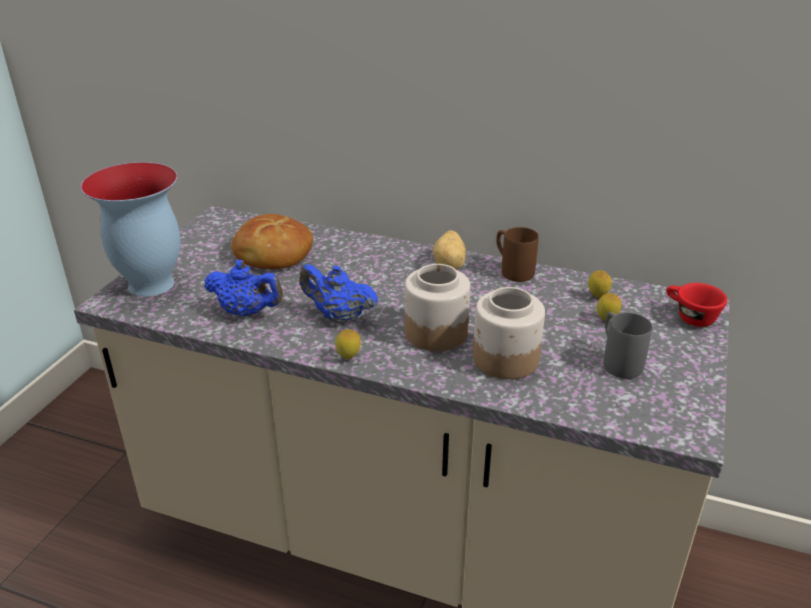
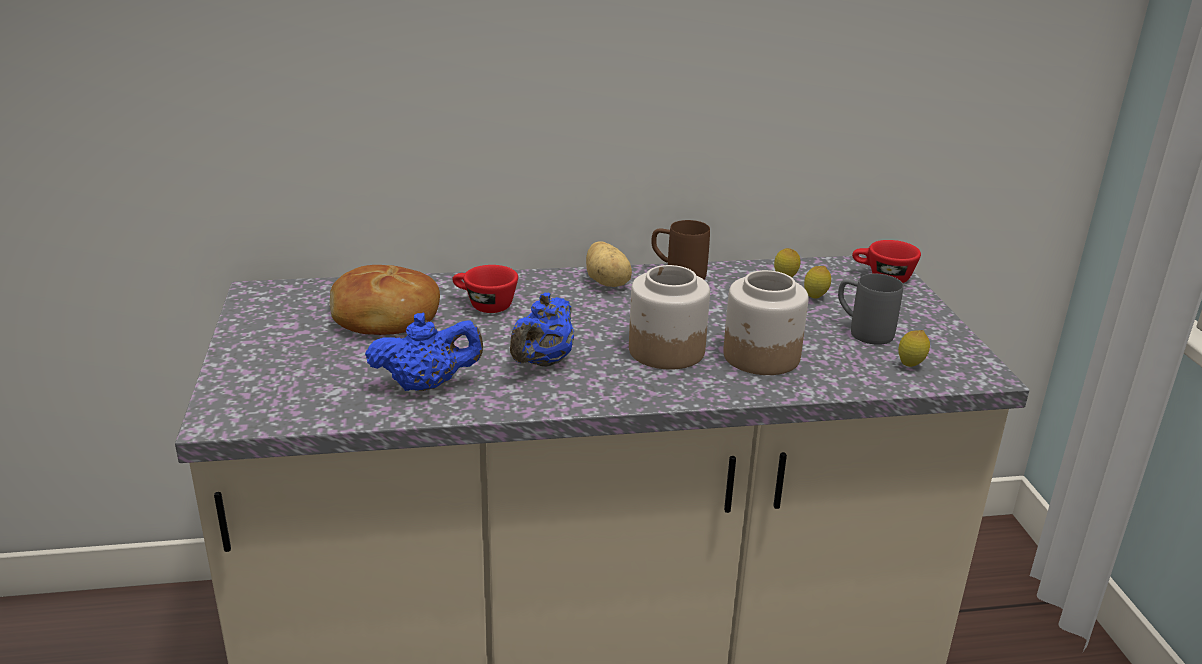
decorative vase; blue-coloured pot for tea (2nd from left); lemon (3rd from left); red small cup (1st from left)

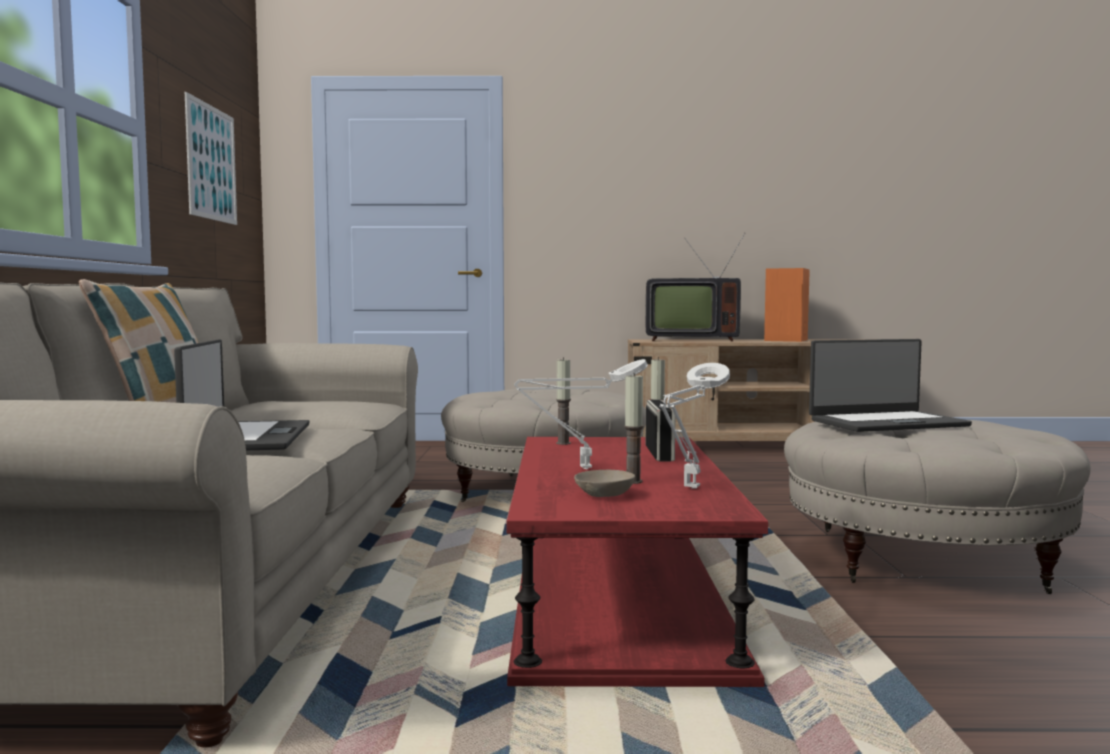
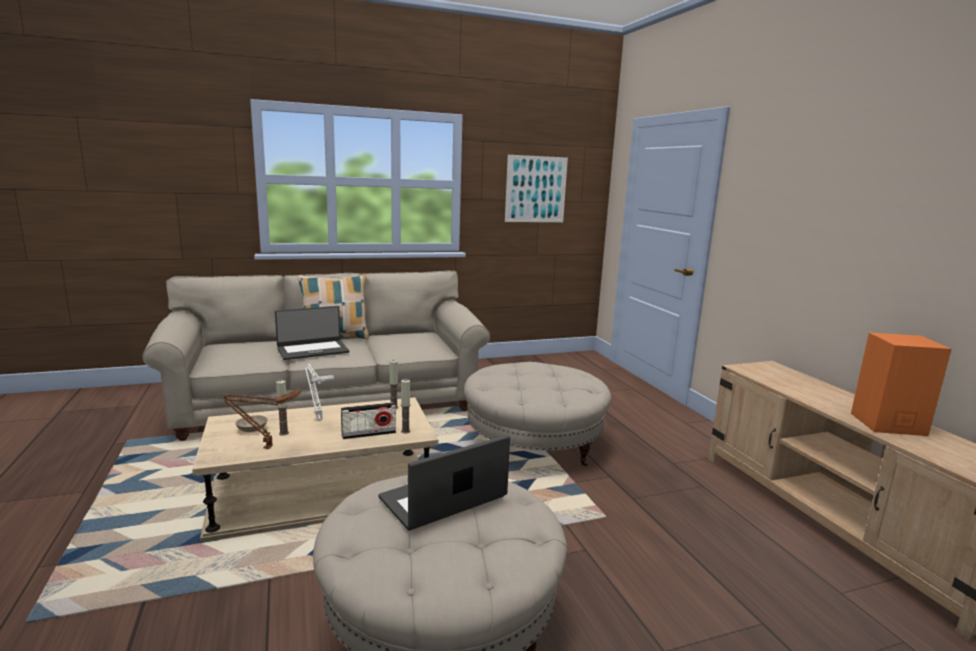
TV set; portable computer (2nd from left); brownish table lamp; beige-coloured lounge table

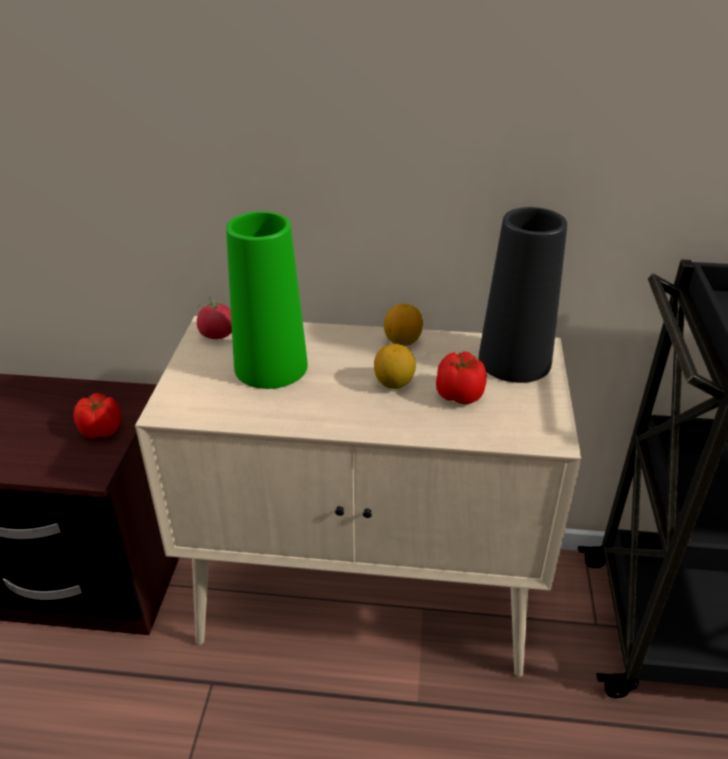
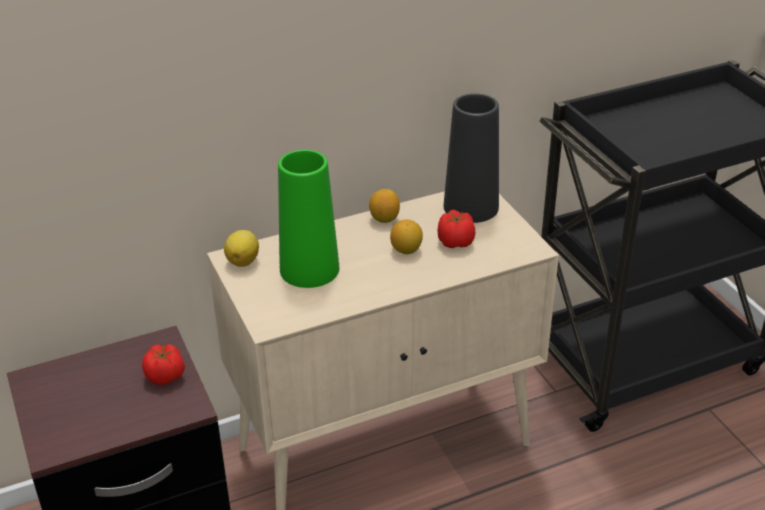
lemon (1st from left)

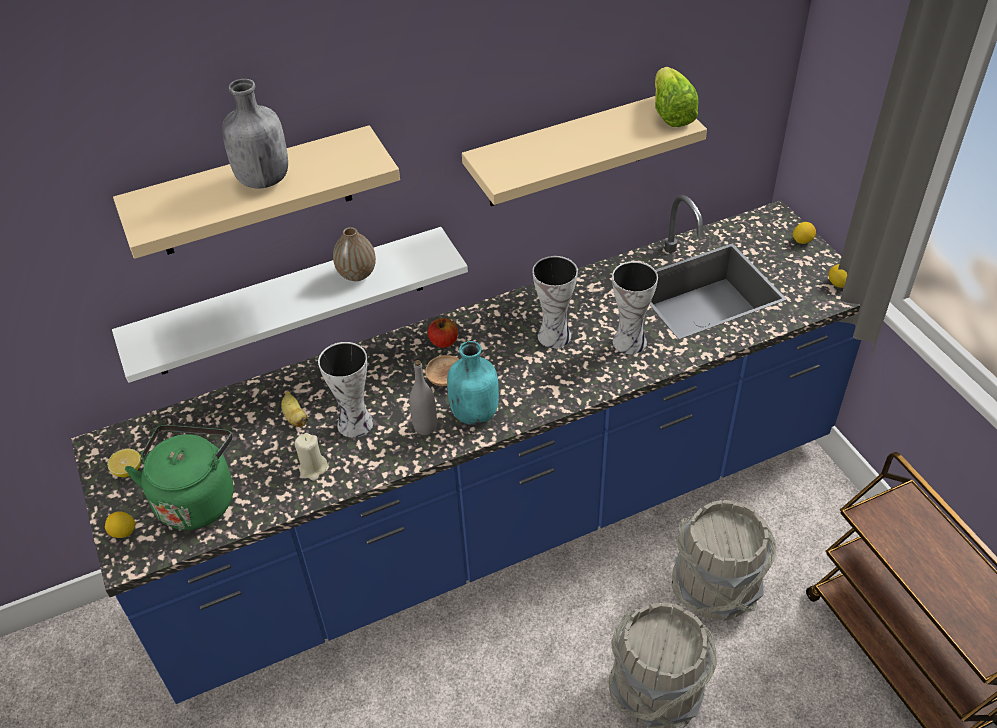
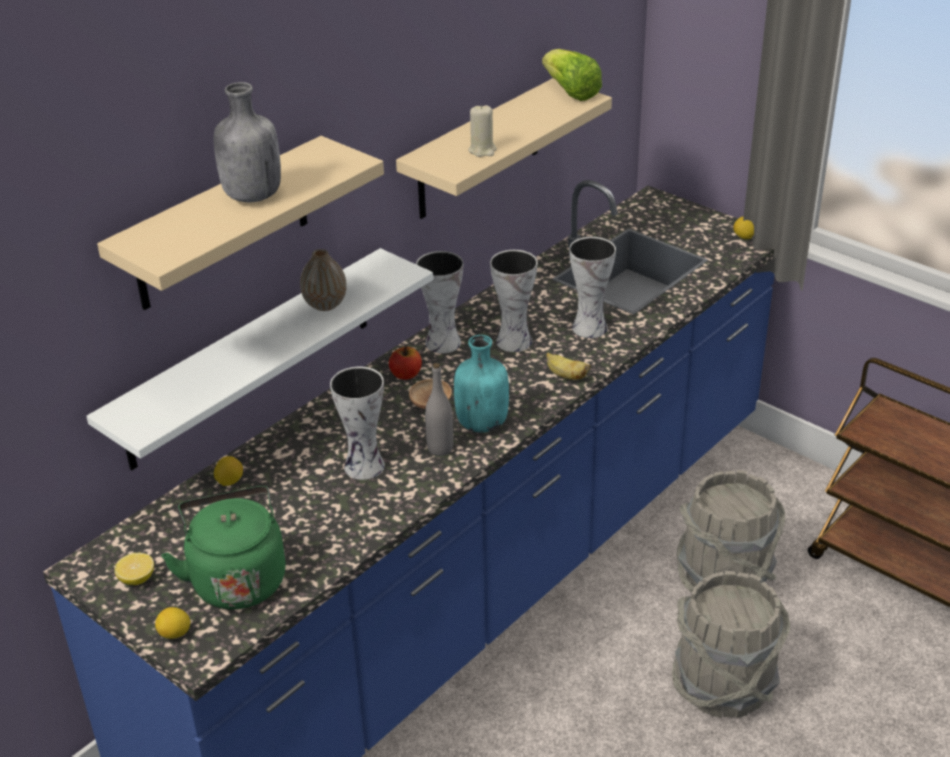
lemon (3rd from left); whole banana; beige-coloured candle; decorative vase (3rd from left)

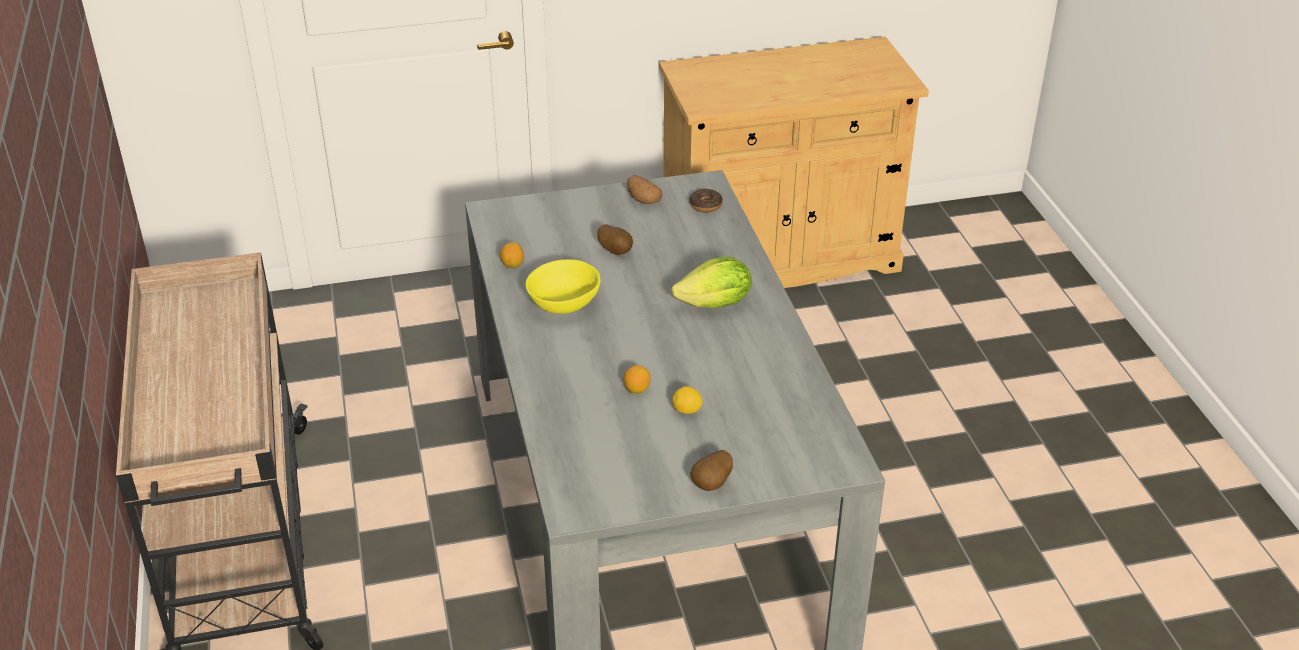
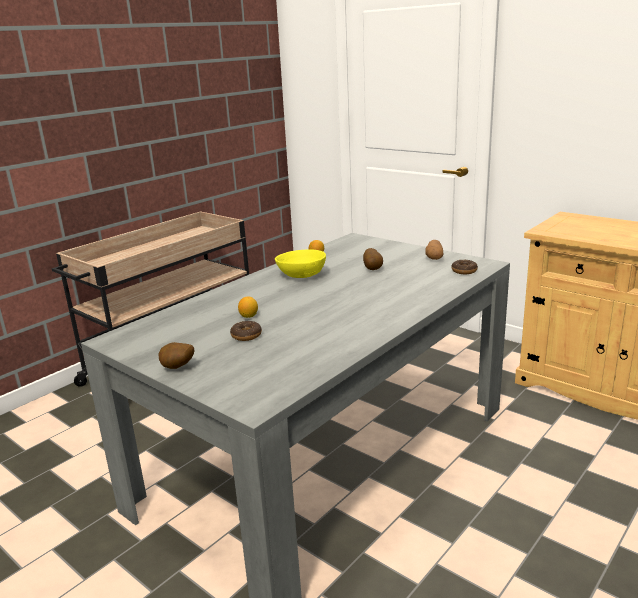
lettuce; doughnut (1st from left)

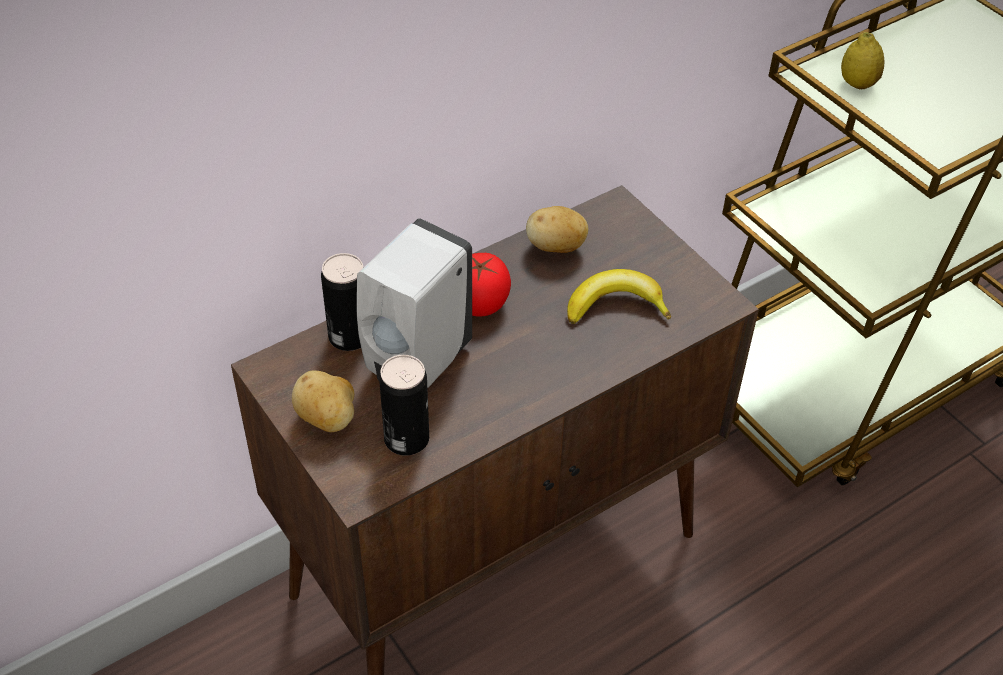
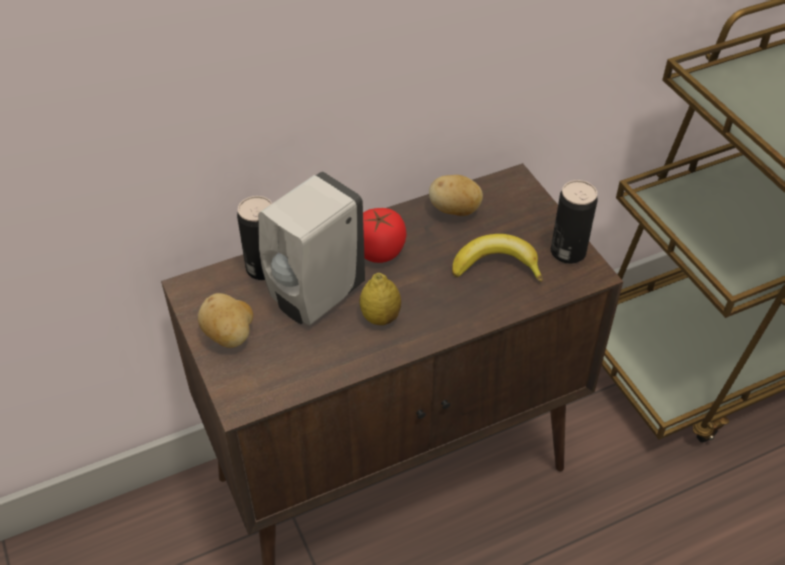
lemon; metal can (2nd from left)

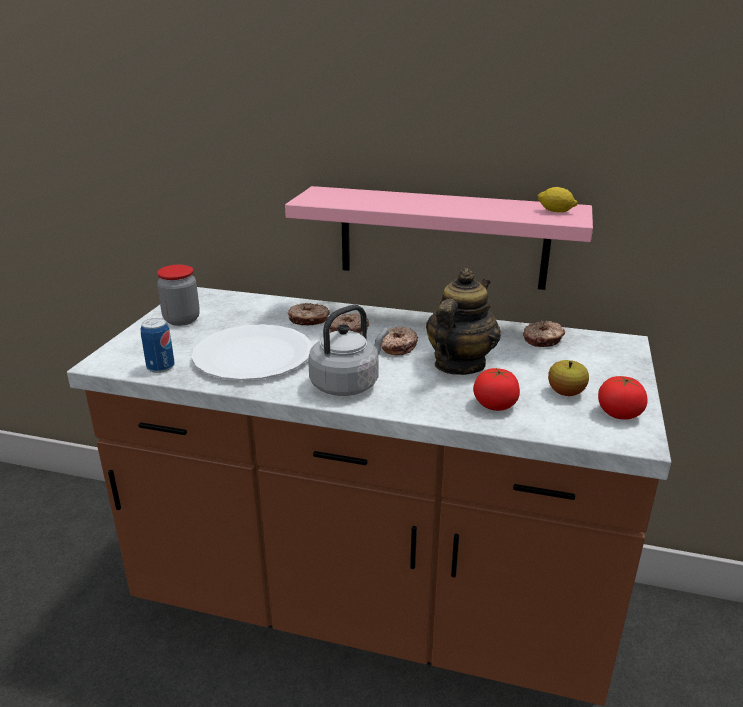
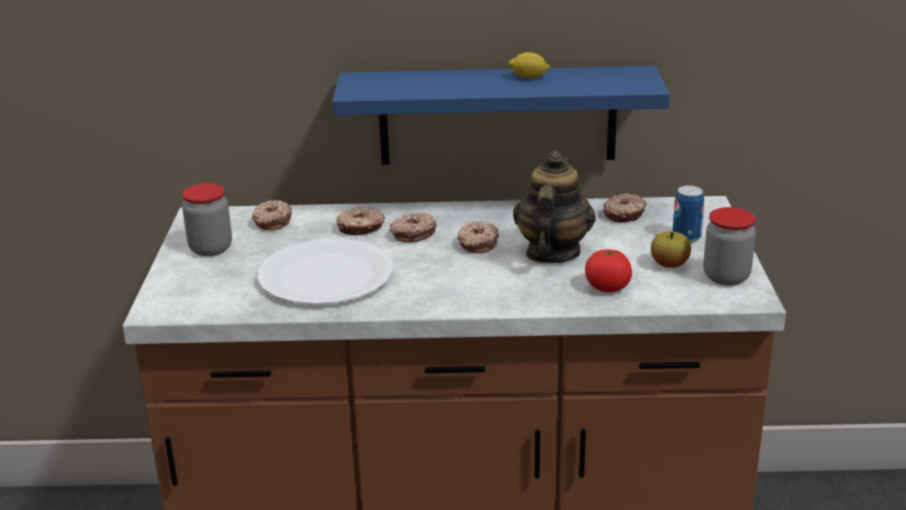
blue-coloured shelf; lemon; grey kettle; metal can; preserve jar (2nd from left); doughnut (1st from left)

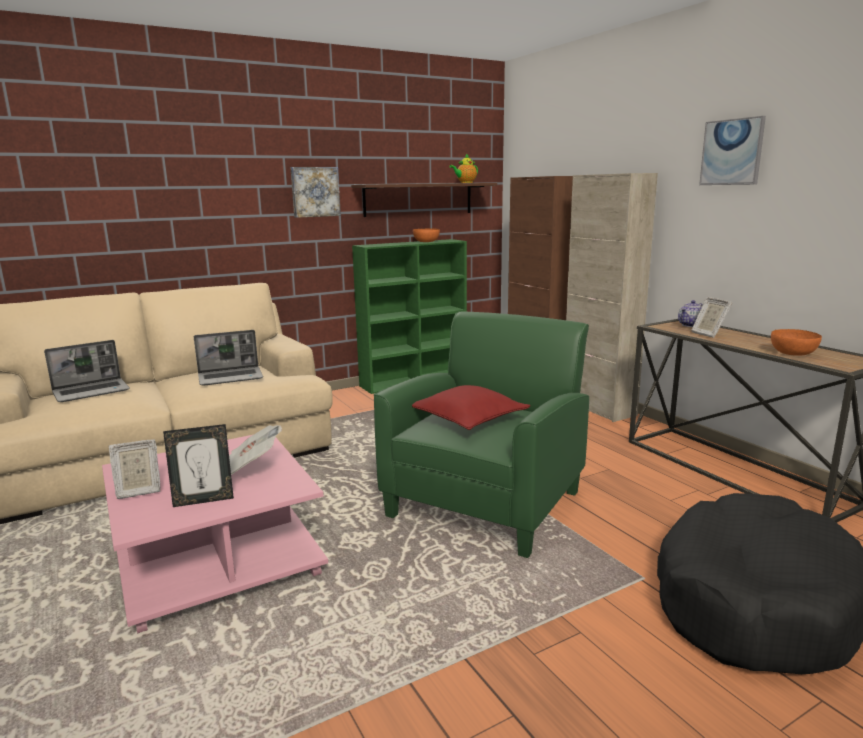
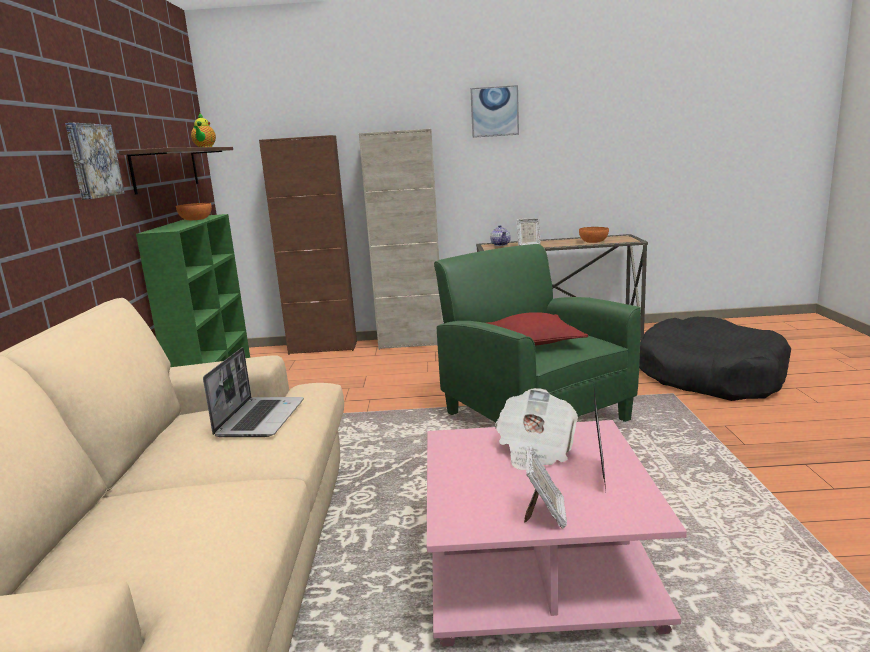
portable computer (1st from left in the first image)

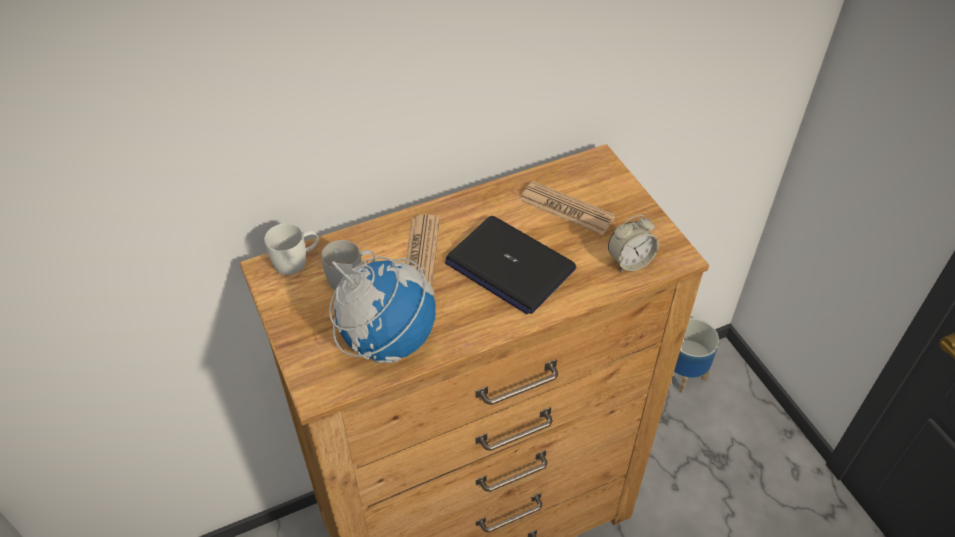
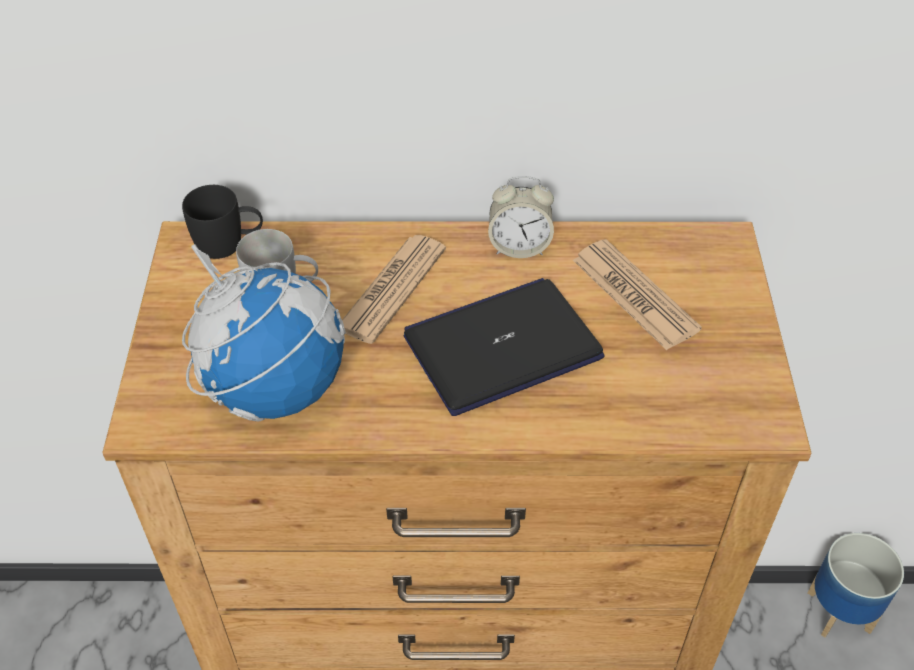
alarm clock; portable computer; black-coloured coffee mug

